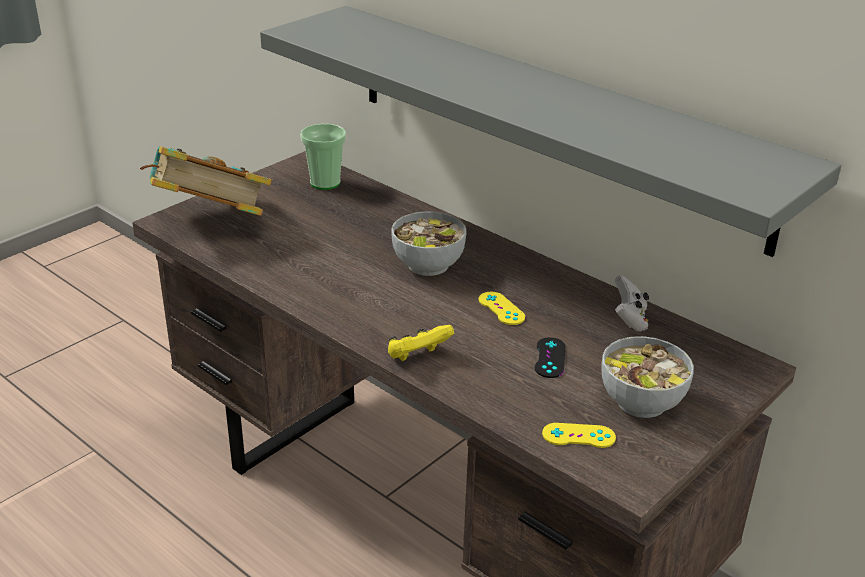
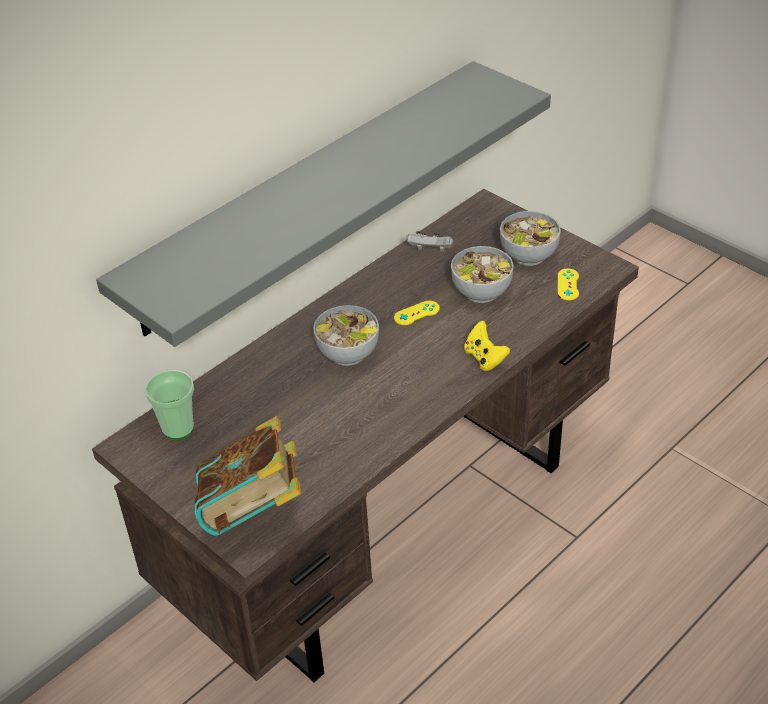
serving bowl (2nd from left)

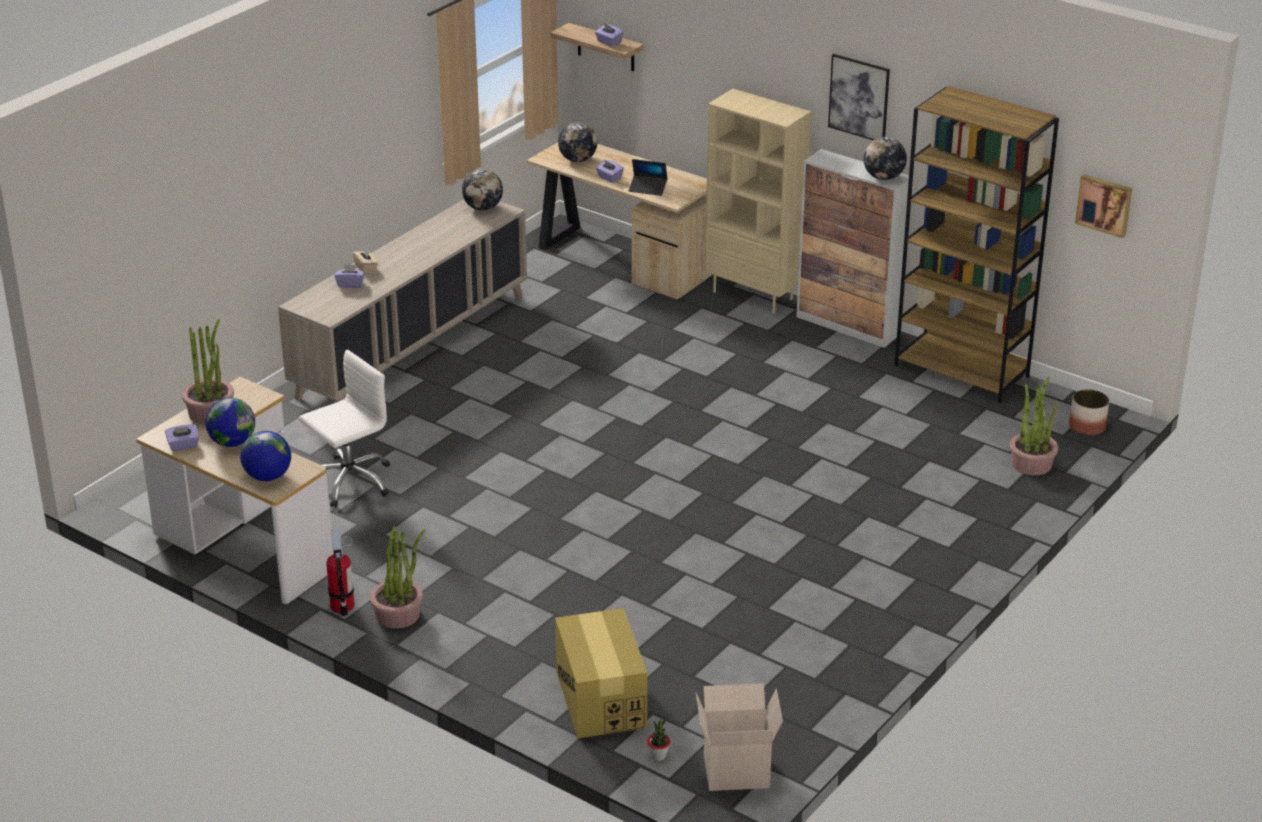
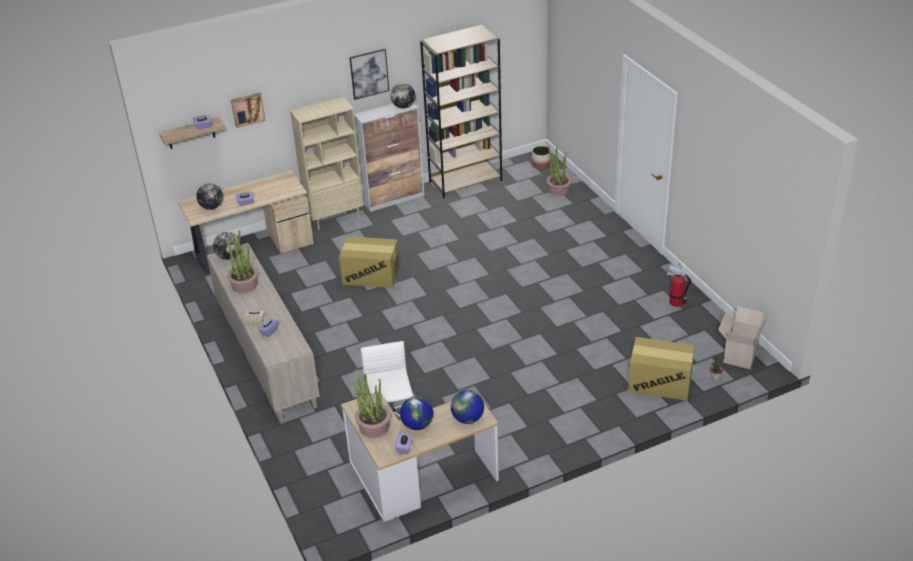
portable computer; wall picture (1st from left); potted plant (1st from left); fire-fighting cylinder; packing box (1st from left)

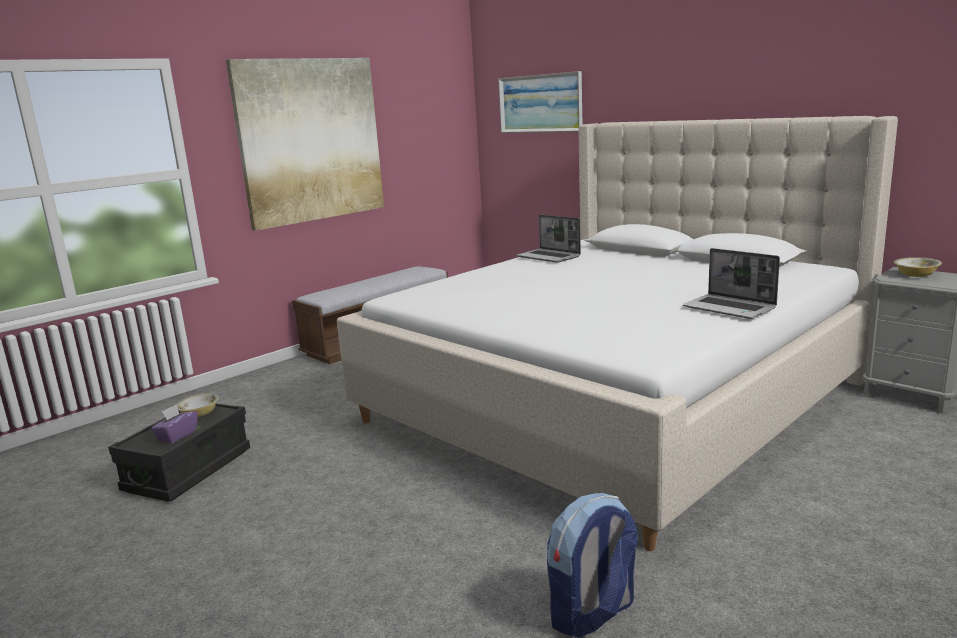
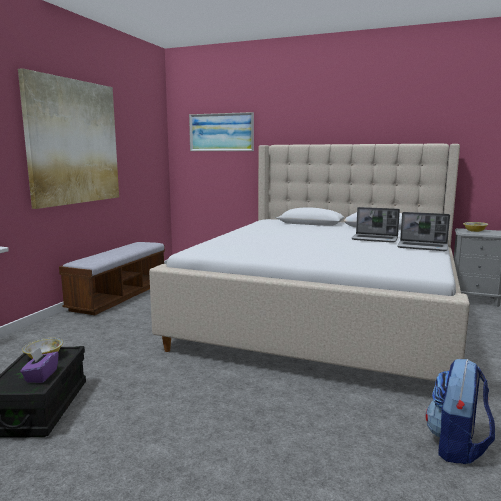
portable computer (1st from left)

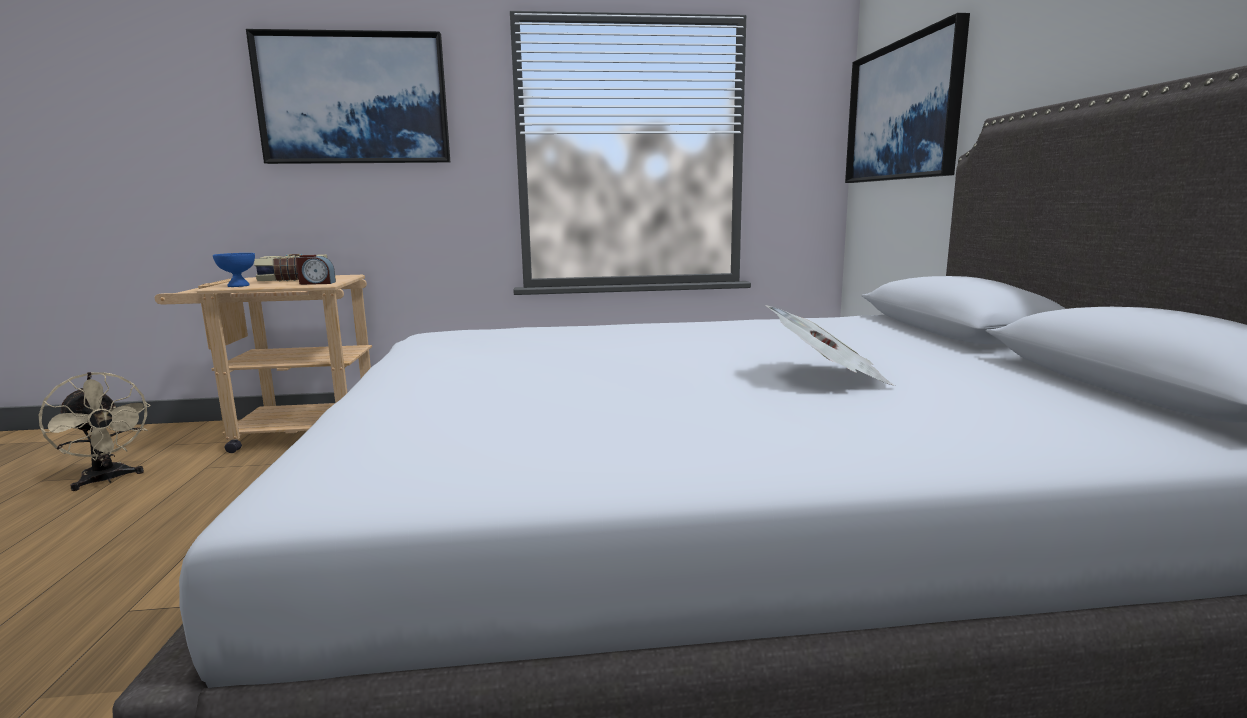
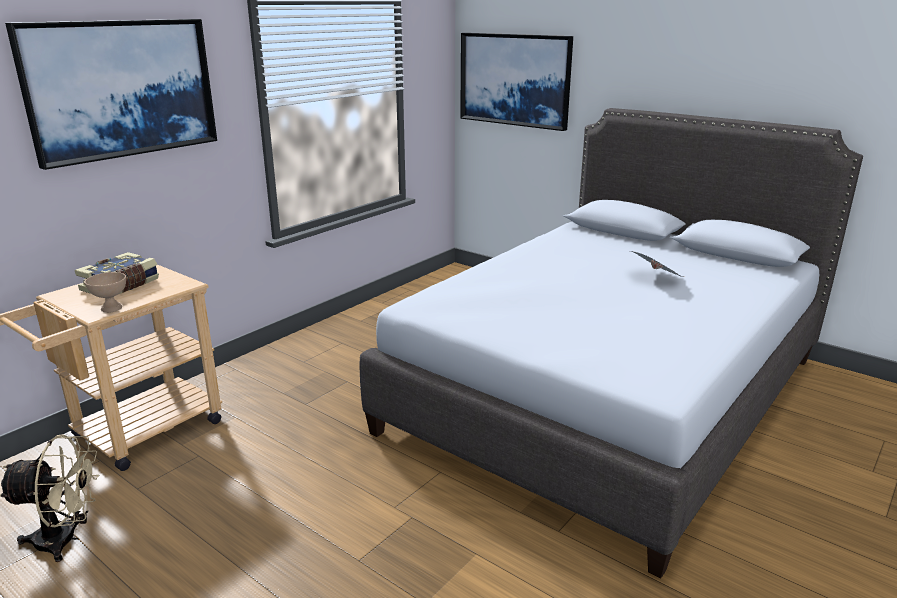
beige-coloured serving bowl; alarm clock

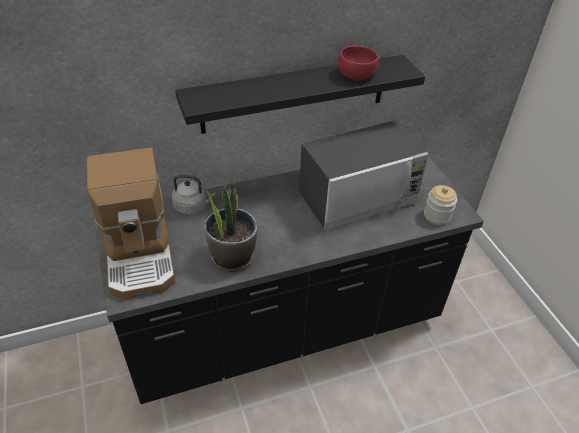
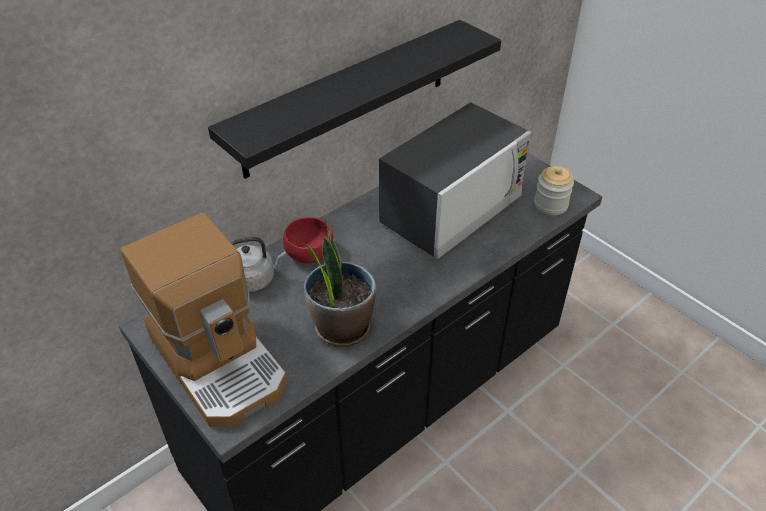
red serving bowl

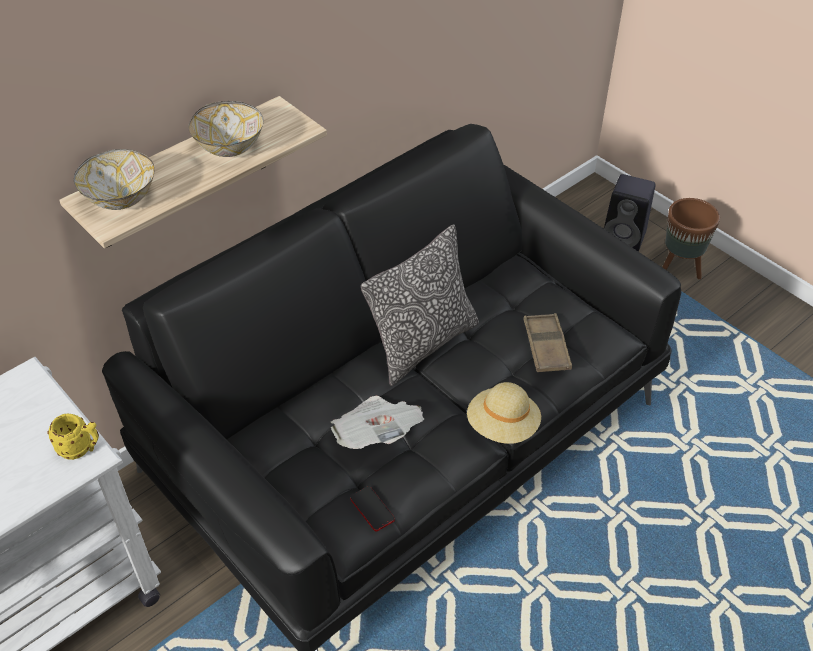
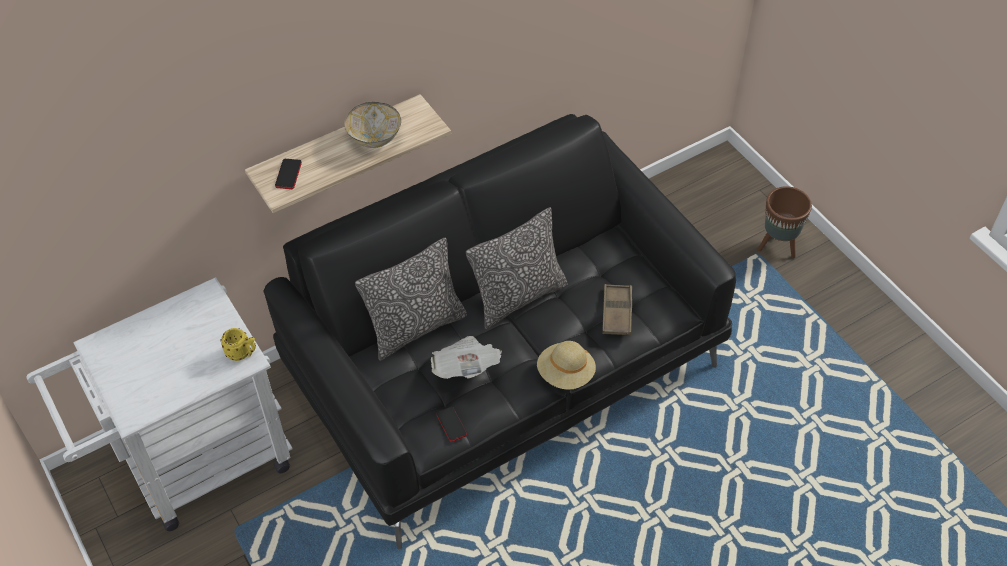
phone (1st from left); black-coloured speaker; pillow (1st from left)

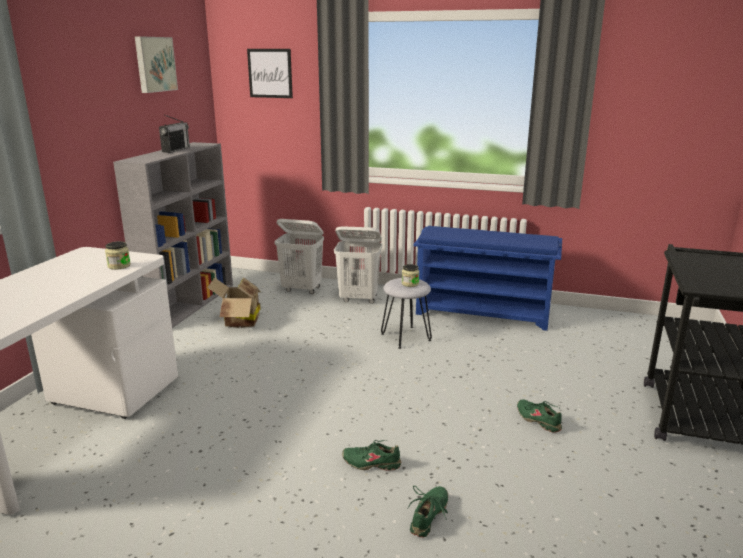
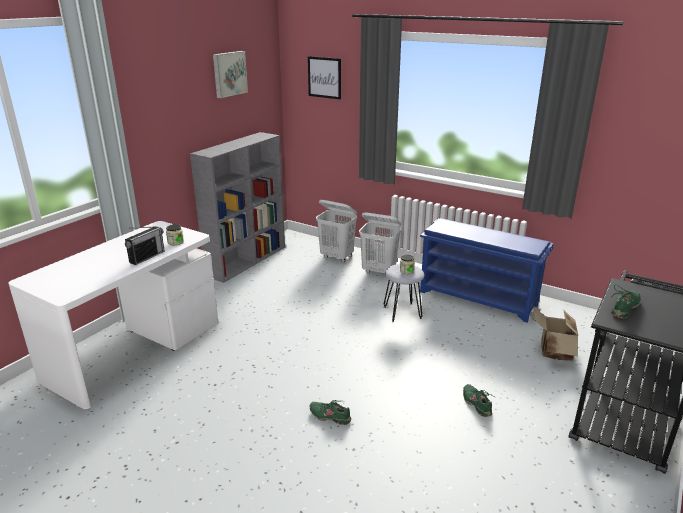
radio set; packing box; green-coloured low shoe (3rd from left)

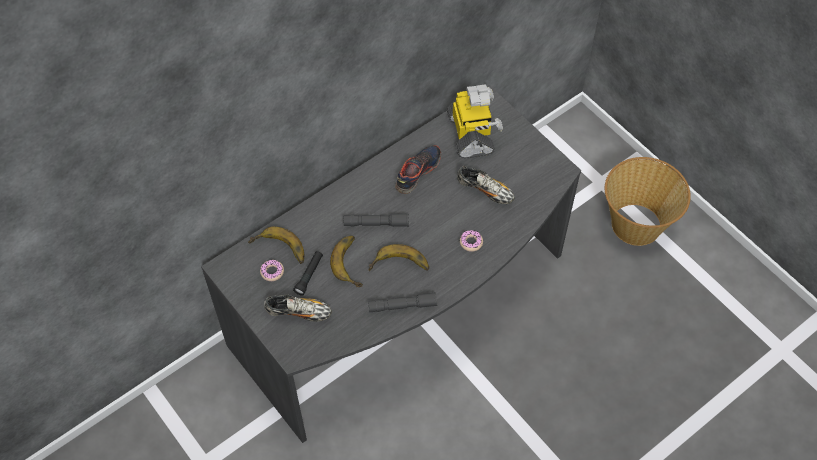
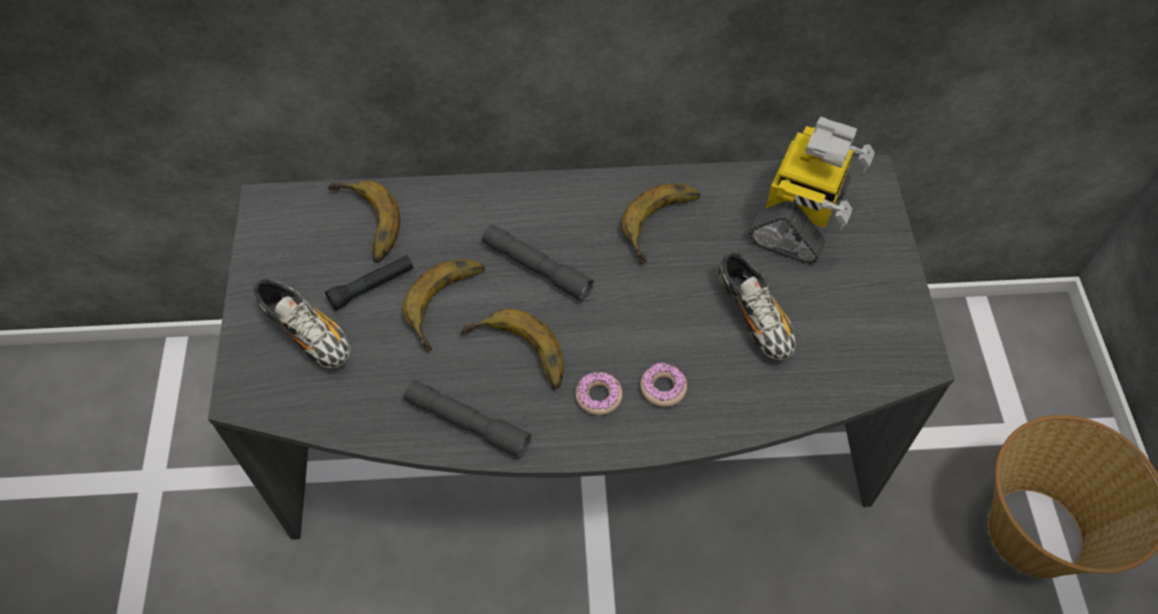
whole banana (4th from left); doughnut (1st from left)

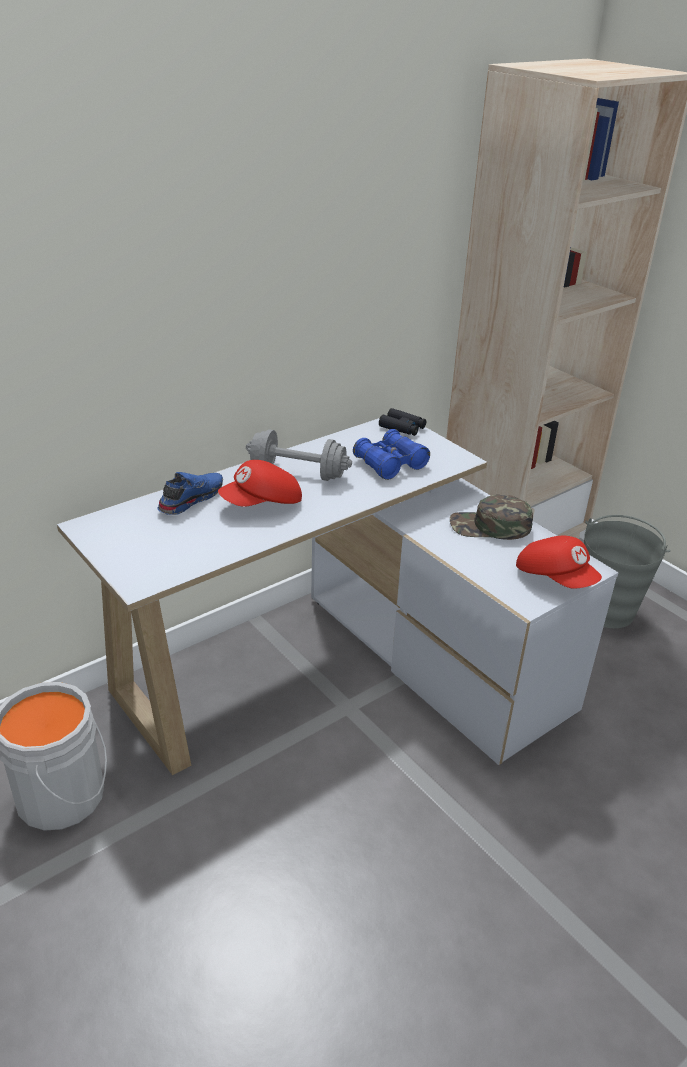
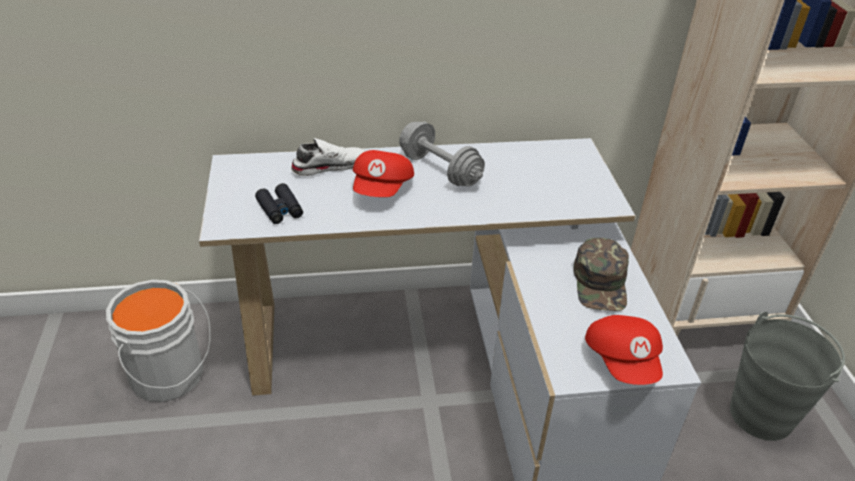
black-coloured binoculars; blue-coloured binoculars; red baseball cap (1st from left); white low shoe; green-coloured baseball cap

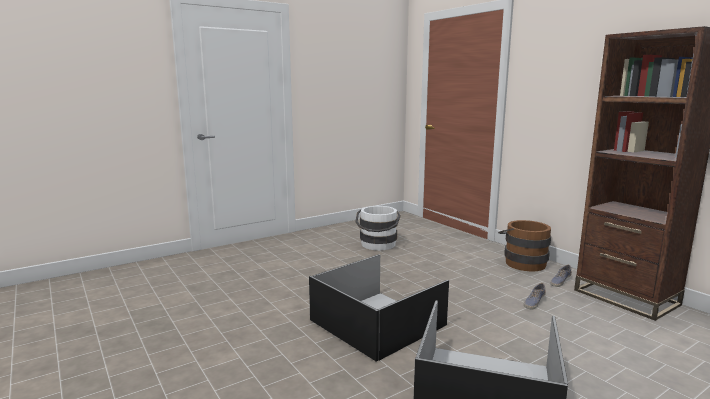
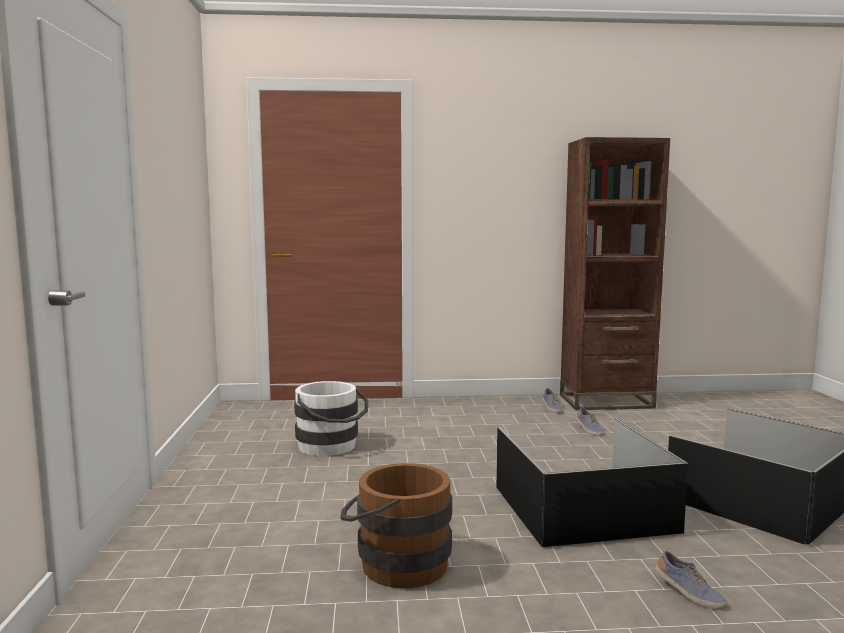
brownish bucket; low shoe (3rd from left)

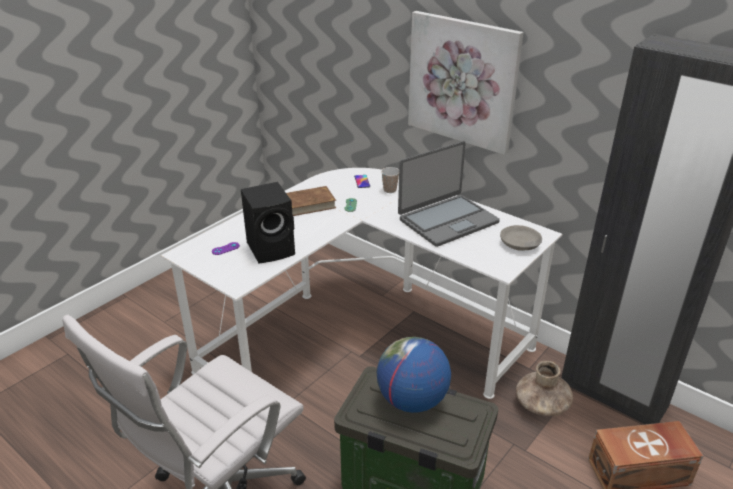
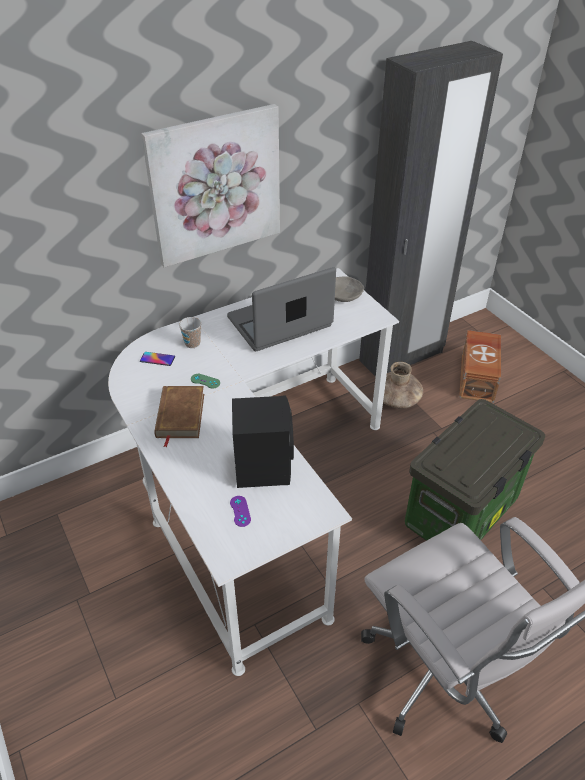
portable computer; globe

